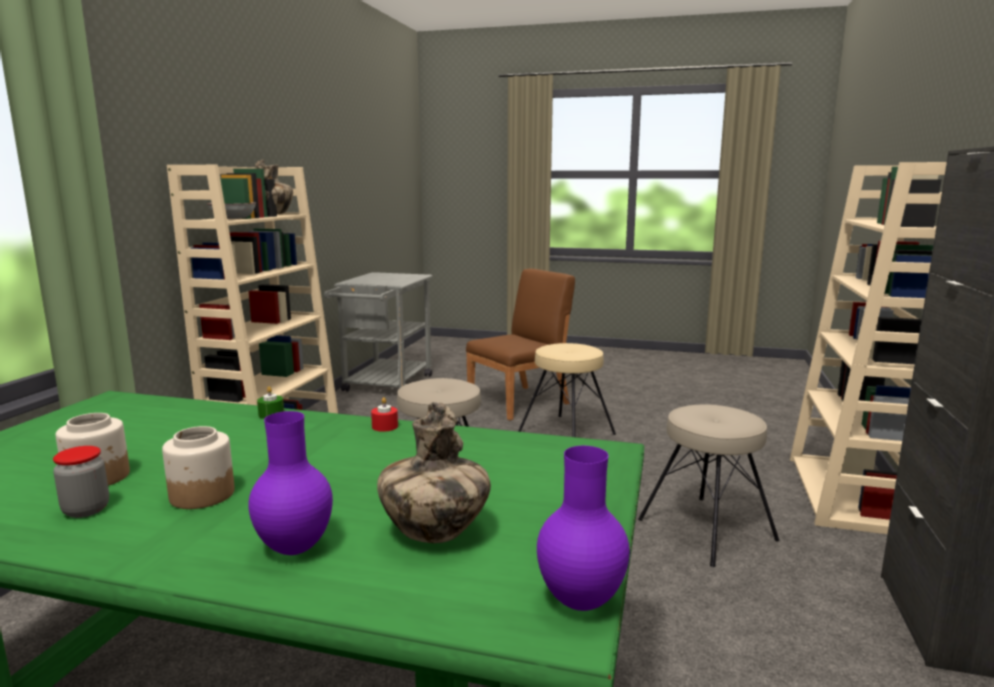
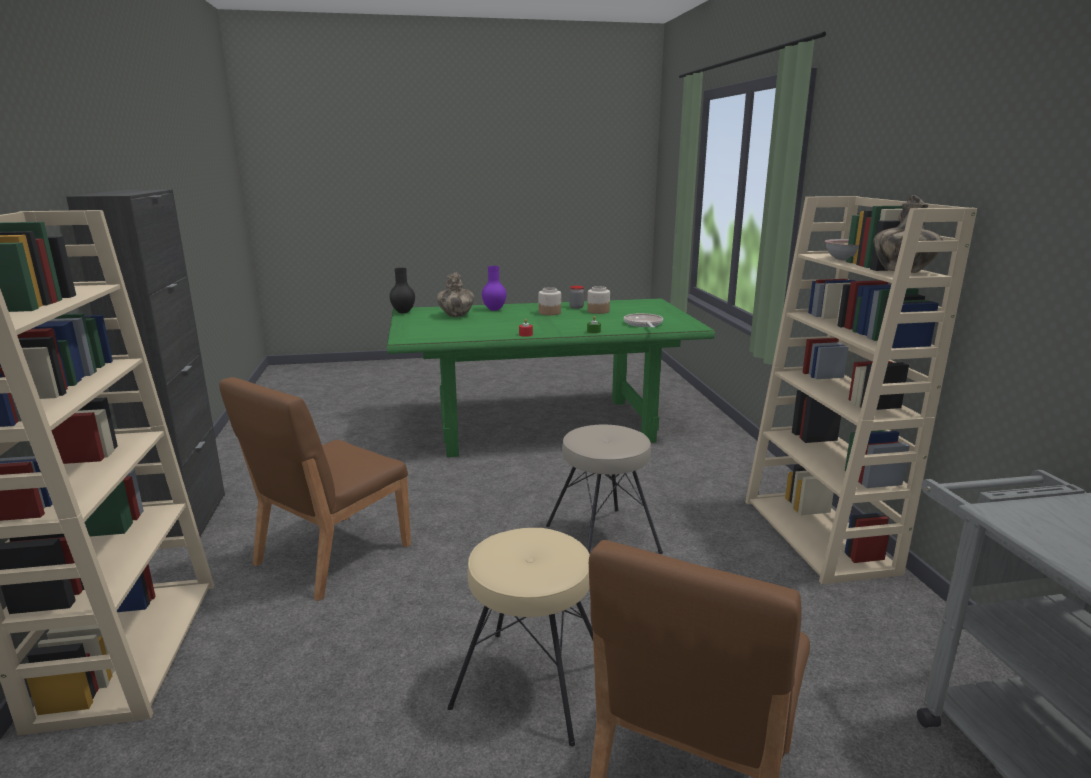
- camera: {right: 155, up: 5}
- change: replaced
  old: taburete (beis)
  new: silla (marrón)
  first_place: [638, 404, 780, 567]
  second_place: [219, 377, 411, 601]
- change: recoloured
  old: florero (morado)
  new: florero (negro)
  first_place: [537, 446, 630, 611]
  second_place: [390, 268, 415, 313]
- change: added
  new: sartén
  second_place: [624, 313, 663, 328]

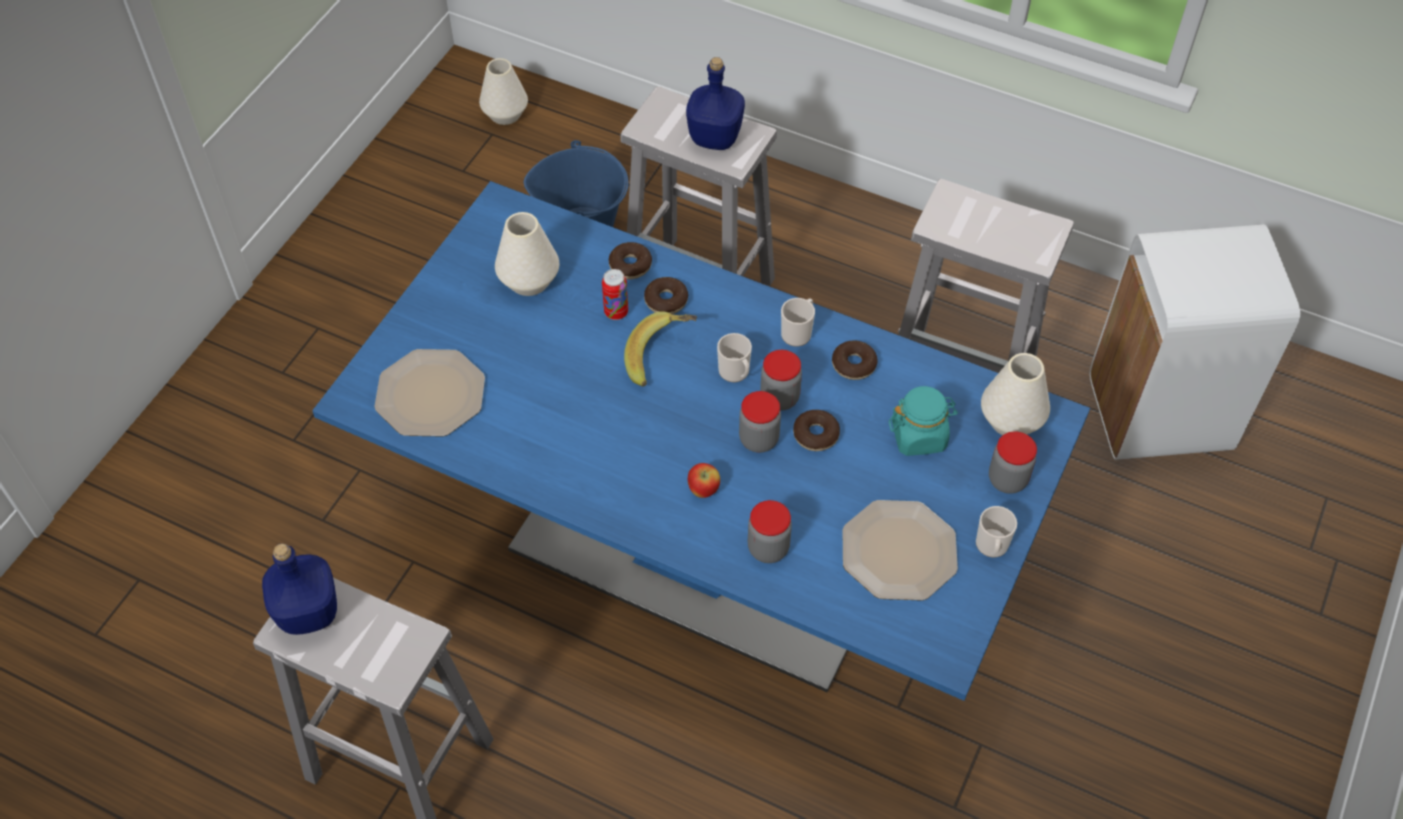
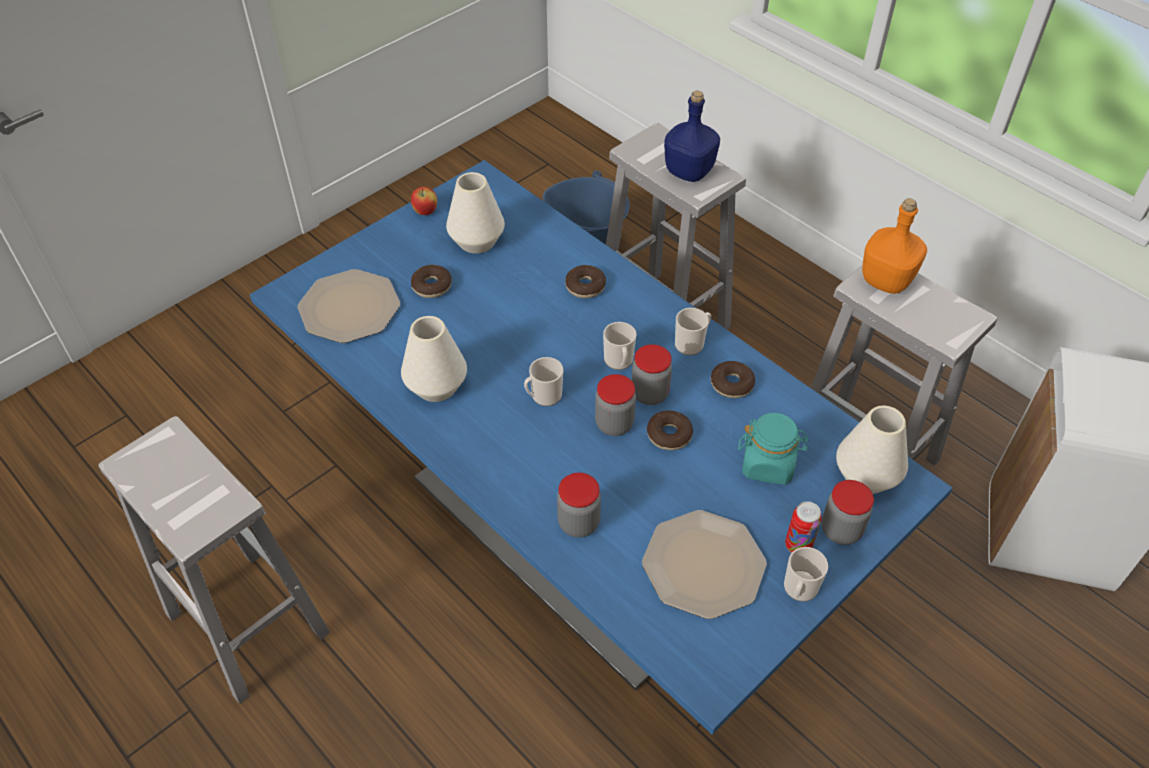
- camera: {right: 20, up: -5}
- change: moved
  old: florero (blanco)
  first_place: [479, 58, 528, 125]
  second_place: [401, 316, 467, 402]
- change: moved
  old: rosquilla
  first_place: [609, 242, 652, 279]
  second_place: [411, 265, 452, 298]
- change: moved
  old: lata
  first_place: [602, 269, 628, 320]
  second_place: [785, 501, 822, 553]
- change: removed
  old: plátano
  first_place: [624, 312, 697, 386]
- change: moved
  old: manzana
  first_place: [688, 463, 720, 498]
  second_place: [411, 187, 437, 215]
- change: removed
  old: botella (azul)
  first_place: [262, 543, 337, 635]
- change: added
  new: botella (naranja)
  second_place: [862, 198, 927, 294]
- change: added
  new: taza grande
  second_place: [524, 357, 563, 406]

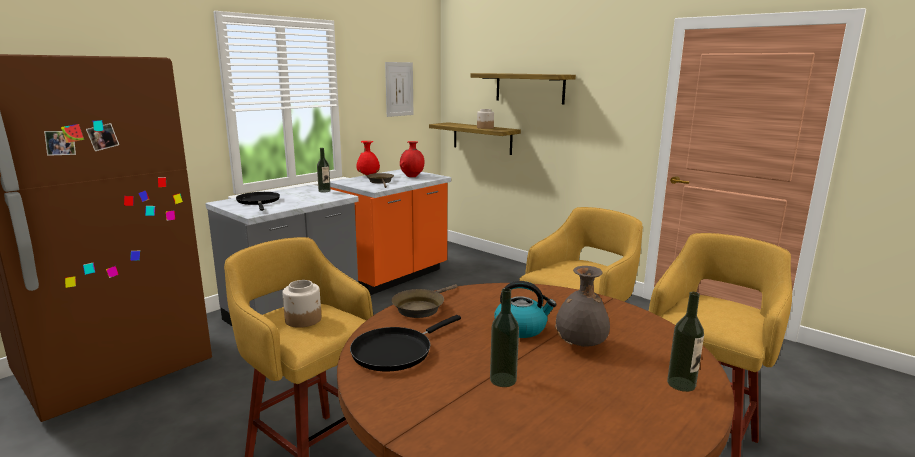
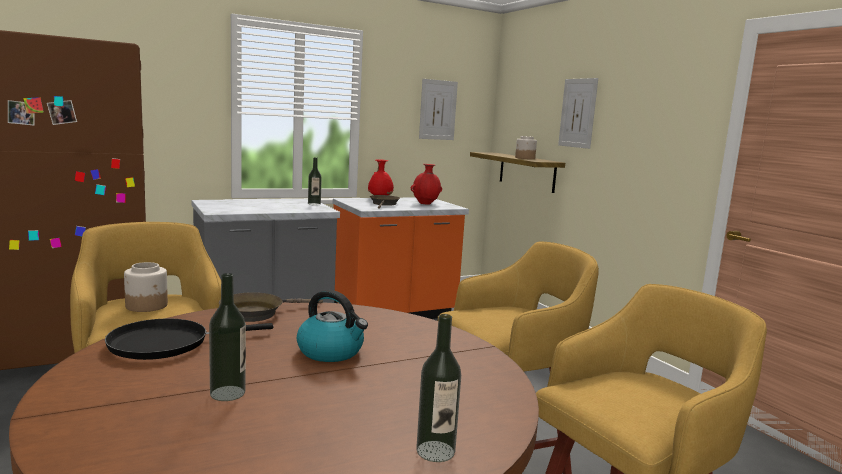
- camera: {right: 20, up: -5}
- change: replaced
  old: estante
  new: cuadro
  first_place: [471, 73, 576, 104]
  second_place: [558, 78, 598, 149]
- change: removed
  old: sartén (negro)
  first_place: [236, 192, 280, 211]
- change: removed
  old: florero (gris)
  first_place: [555, 266, 610, 347]

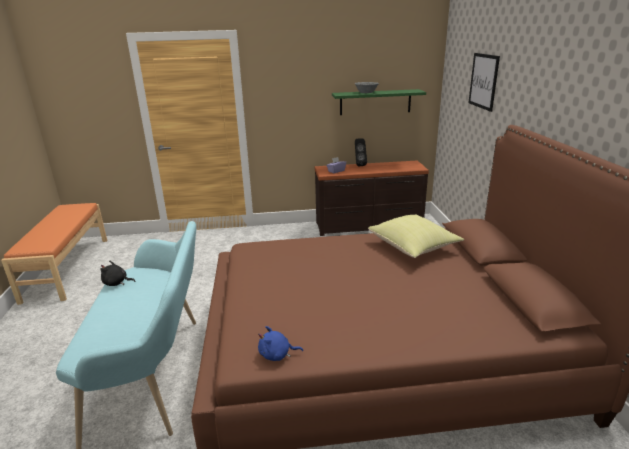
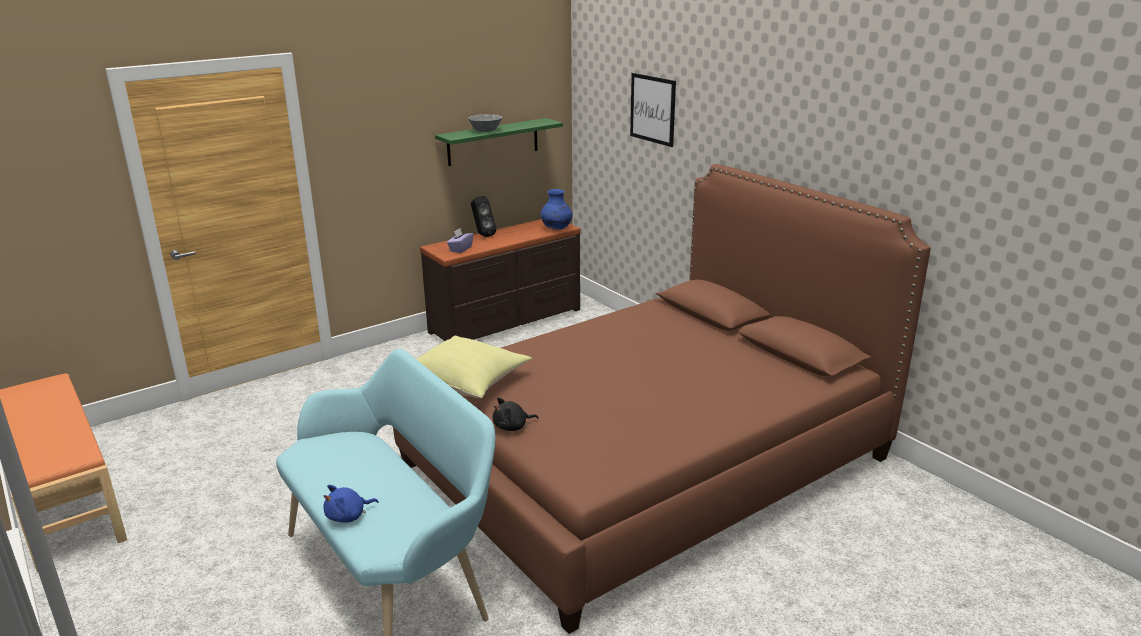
- camera: {right: -30, up: 0}
- change: moved
  old: cojín (amarillo)
  first_place: [368, 214, 464, 258]
  second_place: [416, 336, 532, 398]
- change: moved
  old: peluche (negro)
  first_place: [101, 260, 136, 286]
  second_place: [493, 398, 538, 431]
- change: moved
  old: peluche (azul)
  first_place: [258, 326, 303, 361]
  second_place: [323, 485, 379, 523]
- change: added
  new: florero (azul)
  second_place: [540, 189, 573, 230]

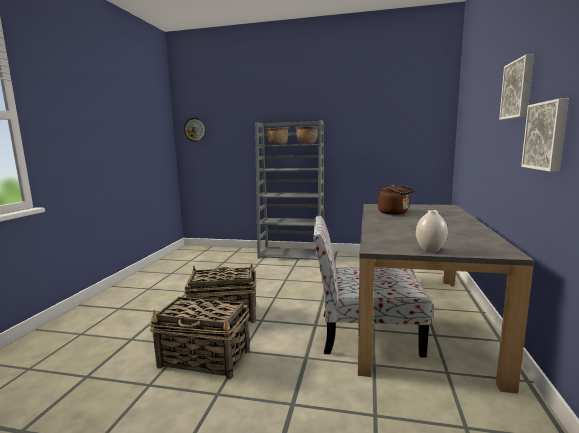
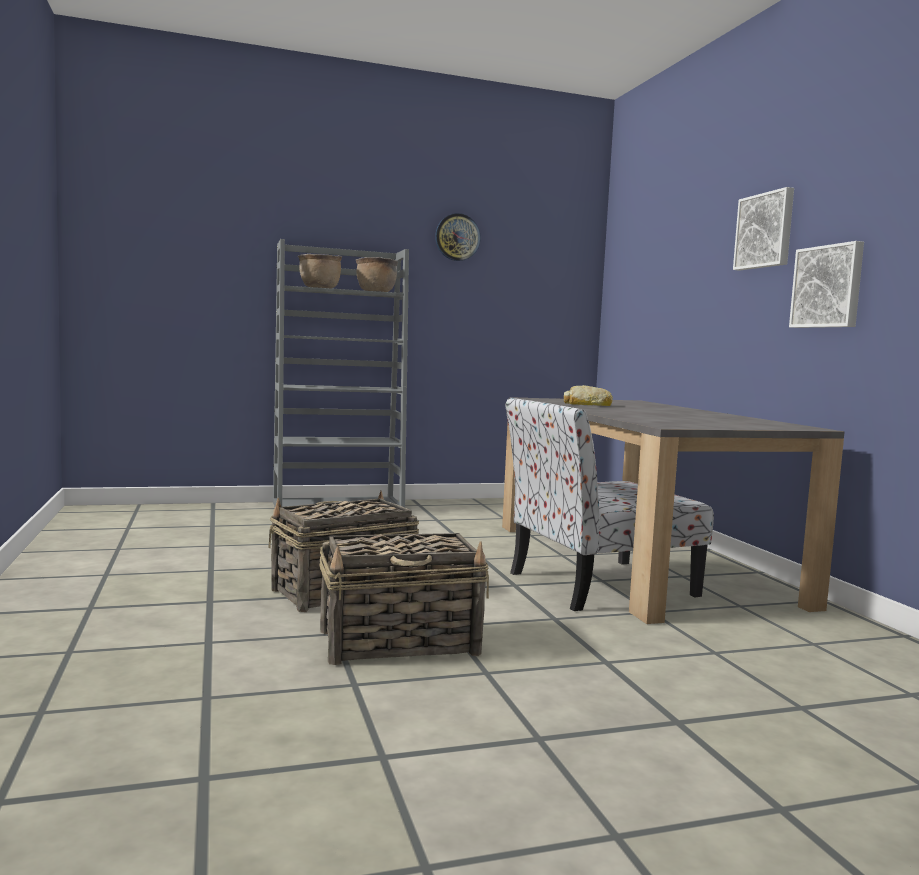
- camera: {right: -30, up: -5}
- change: moved
  old: reloj de pared
  first_place: [184, 118, 206, 142]
  second_place: [435, 213, 481, 261]
- change: replaced
  old: hervidor (marrón)
  new: pan
  first_place: [378, 185, 415, 215]
  second_place: [564, 385, 613, 406]
- change: removed
  old: florero (blanco)
  first_place: [416, 210, 448, 252]

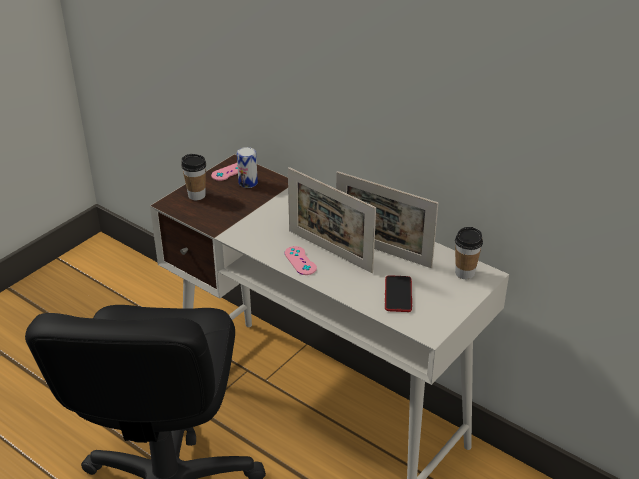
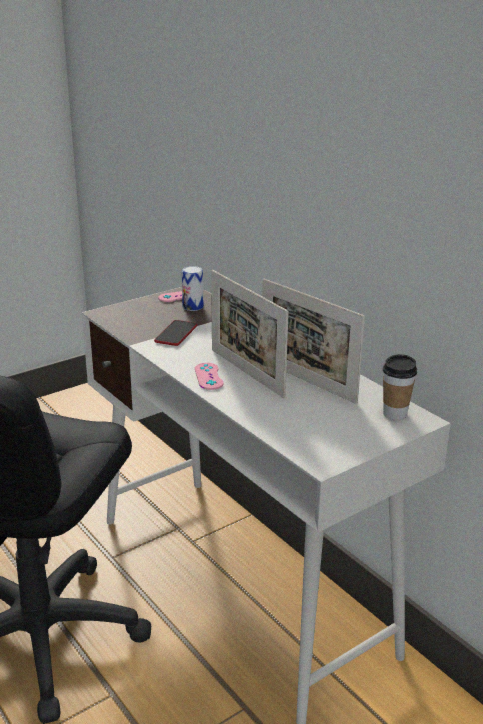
- camera: {right: 15, up: -10}
- change: removed
  old: taza
  first_place: [181, 154, 206, 200]
- change: moved
  old: móvil
  first_place: [385, 275, 412, 312]
  second_place: [154, 320, 197, 346]

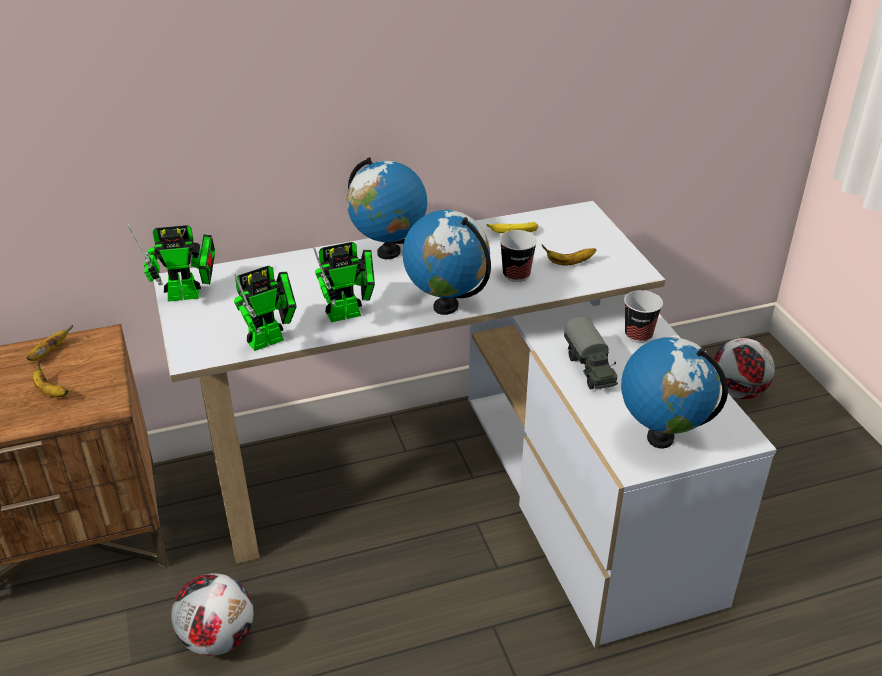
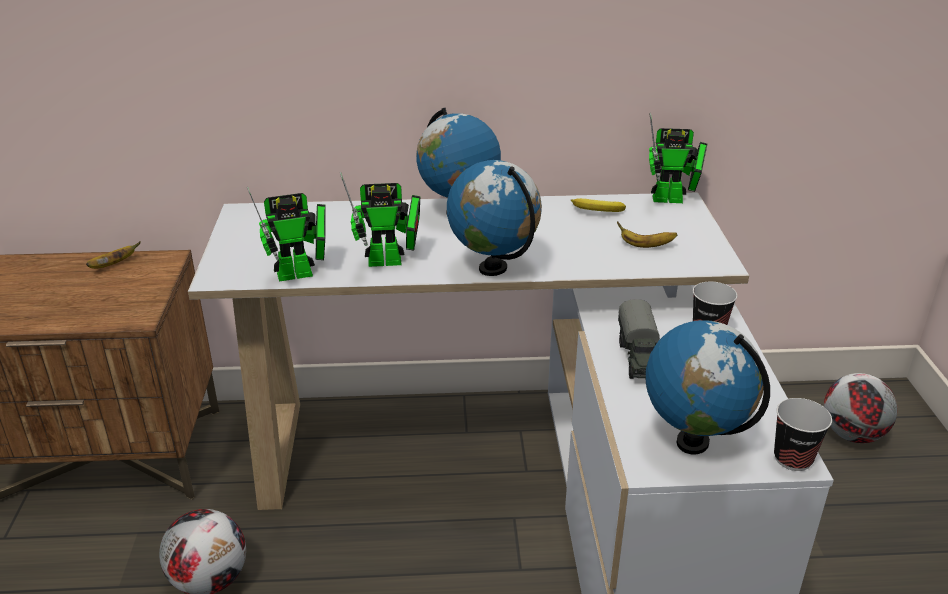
- camera: {right: 15, up: -5}
- change: moved
  old: robot de juguete
  first_place: [128, 223, 215, 301]
  second_place: [649, 113, 708, 203]
- change: moved
  old: taza
  first_place: [499, 230, 537, 282]
  second_place: [774, 398, 832, 471]
- change: removed
  old: plátano
  first_place: [33, 360, 69, 397]

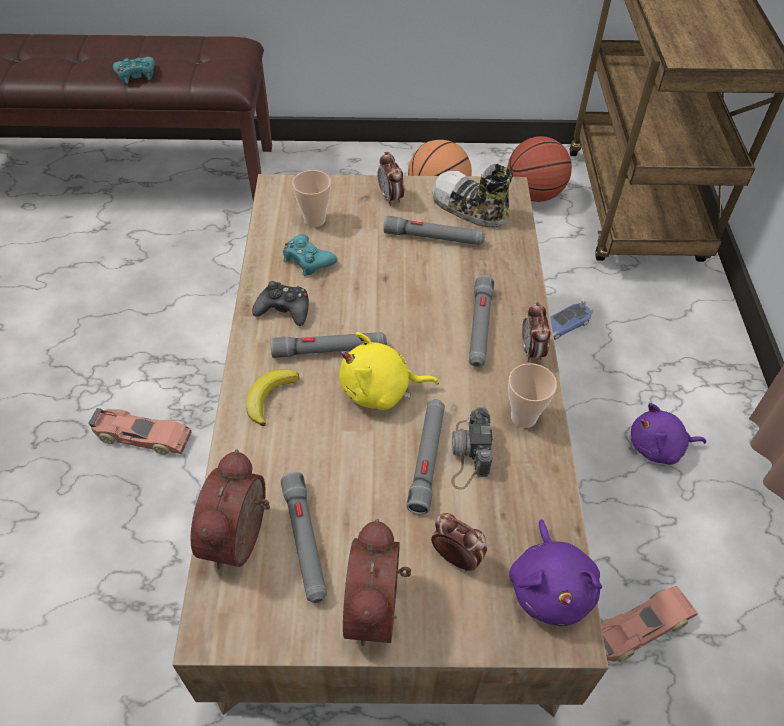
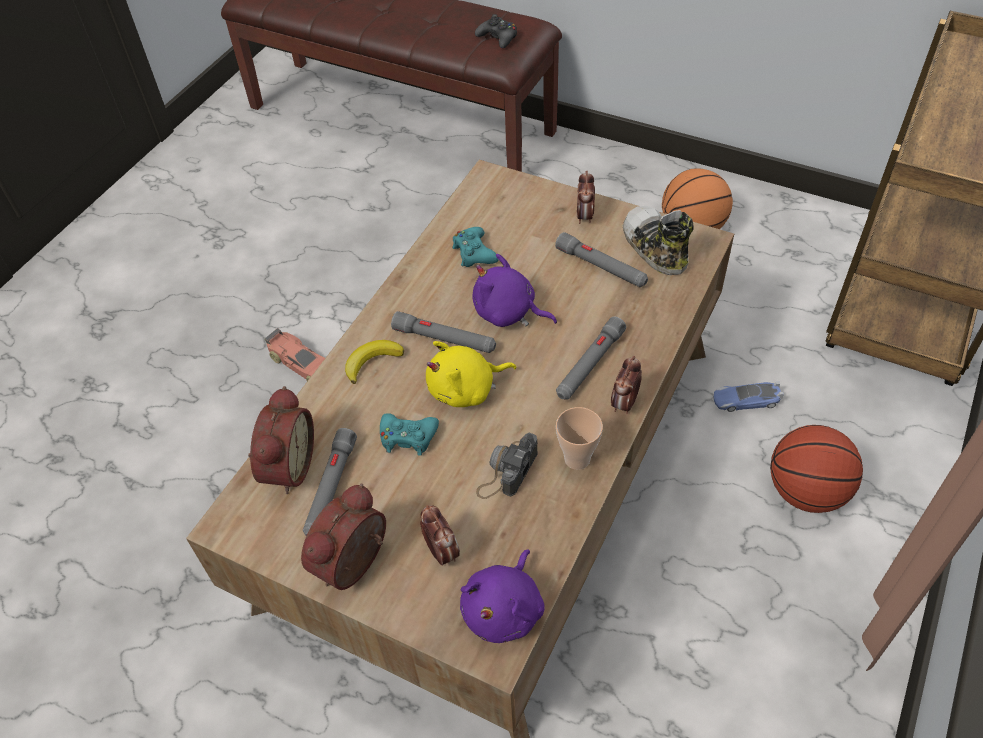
- camera: {right: 30, up: 0}
- change: moved
  old: mando de consola (turquesa)
  first_place: [113, 57, 155, 84]
  second_place: [380, 413, 439, 456]
- change: moved
  old: balón de baloncesto
  first_place: [507, 136, 572, 202]
  second_place: [770, 425, 863, 513]
- change: removed
  old: taza
  first_place: [292, 170, 331, 227]
- change: moved
  old: mando de consola (negro)
  first_place: [252, 281, 309, 326]
  second_place: [475, 14, 517, 48]
- change: turned
  old: peluche (amarillo)
  first_place: [339, 332, 439, 410]
  second_place: [426, 341, 517, 407]
  degrees: -45
- change: removed
  old: linterna (gris)
  first_place: [406, 399, 445, 514]
- change: moved
  old: peluche (morado)
  first_place: [631, 403, 706, 465]
  second_place: [473, 254, 557, 327]
- change: turned
  old: despertador
  first_place: [191, 449, 270, 569]
  second_place: [248, 386, 314, 494]
  degrees: 150
- change: removed
  old: coche de juguete
  first_place: [601, 586, 698, 662]

